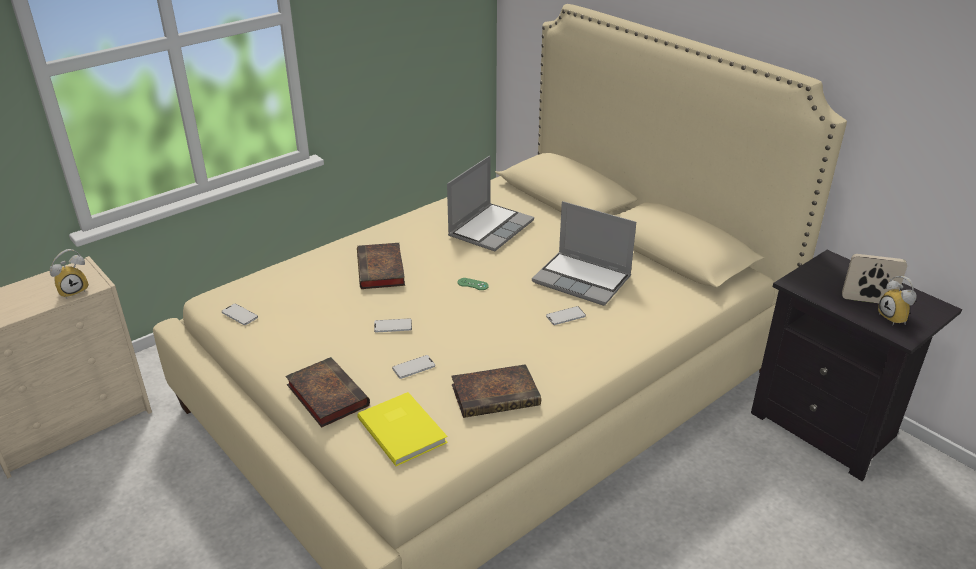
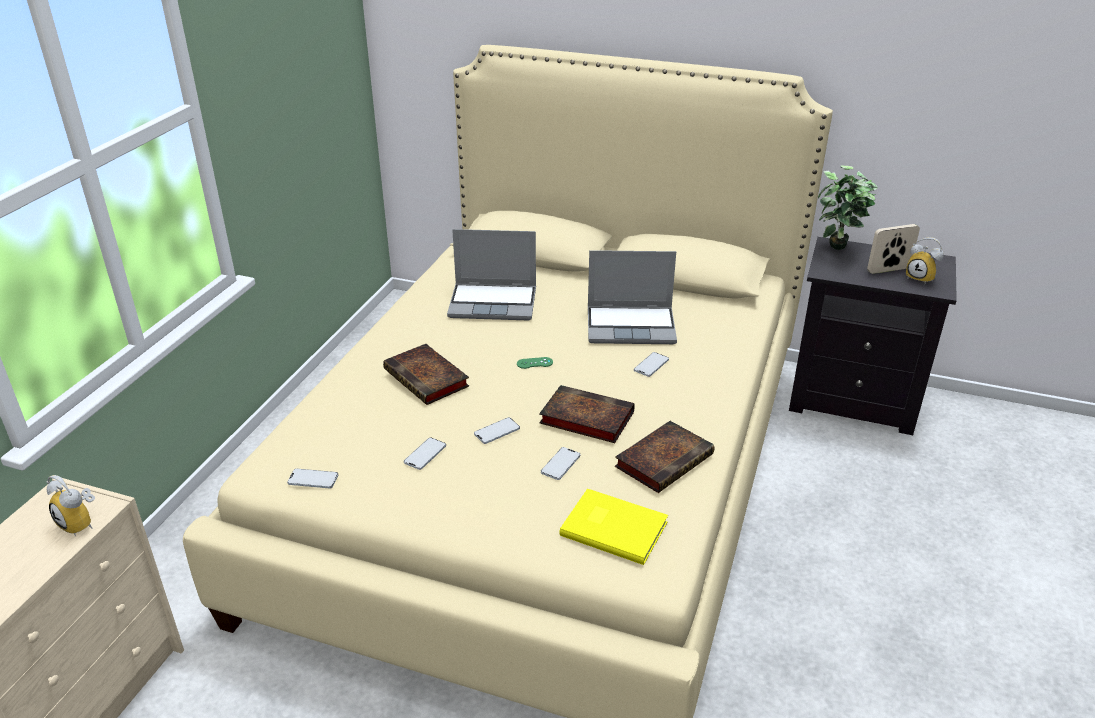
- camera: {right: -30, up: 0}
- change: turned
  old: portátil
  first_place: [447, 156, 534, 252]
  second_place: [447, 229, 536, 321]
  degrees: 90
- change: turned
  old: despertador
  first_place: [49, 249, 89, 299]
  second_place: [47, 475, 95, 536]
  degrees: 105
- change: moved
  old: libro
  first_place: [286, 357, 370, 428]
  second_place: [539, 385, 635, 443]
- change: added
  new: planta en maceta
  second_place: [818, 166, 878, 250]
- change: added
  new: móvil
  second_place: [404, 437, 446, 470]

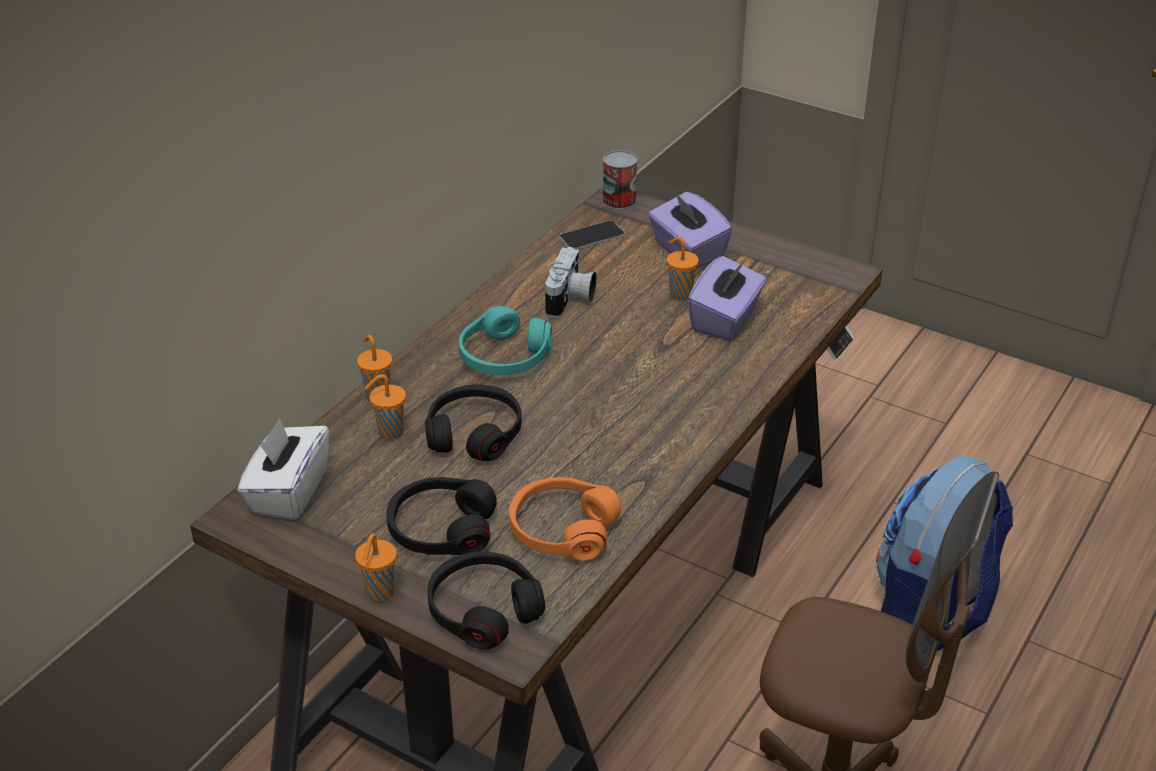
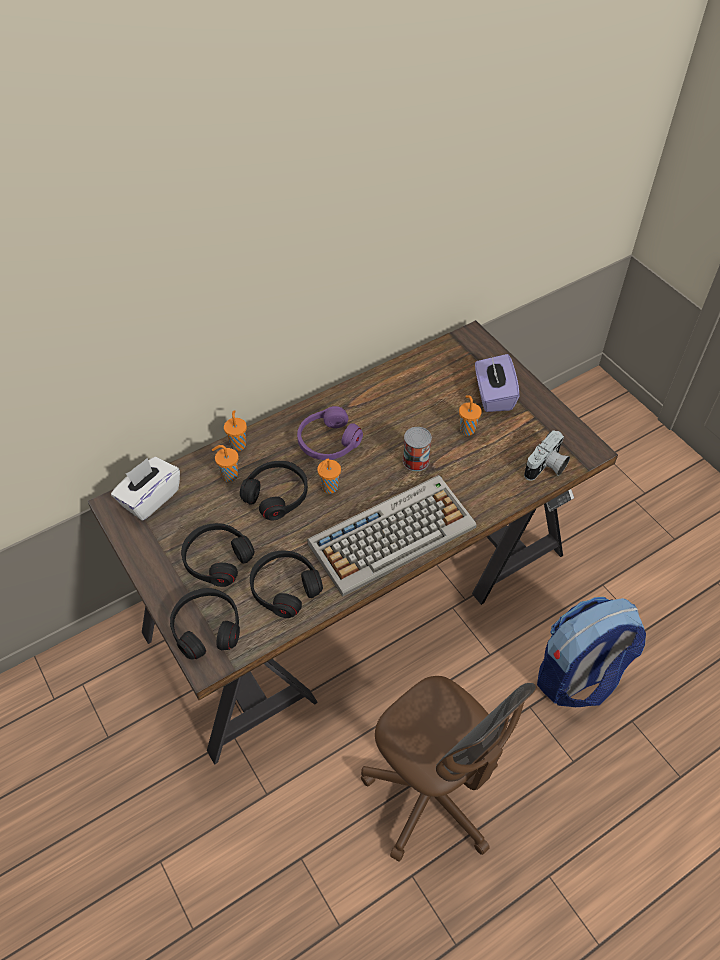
- camera: {right: 25, up: 15}
- change: moved
  old: lata
  first_place: [602, 150, 638, 209]
  second_place: [403, 427, 432, 471]
- change: removed
  old: móvil
  first_place: [560, 221, 625, 250]
- change: moved
  old: cámara
  first_place: [545, 247, 597, 318]
  second_place: [524, 430, 570, 481]
- change: removed
  old: caja de pañuelos (morado)
  first_place: [687, 256, 766, 341]
- change: recoloured
  old: auriculares (turquesa)
  new: auriculares (morado)
  first_place: [459, 306, 552, 375]
  second_place: [297, 406, 363, 460]
- change: recoloured
  old: auriculares (naranja)
  new: auriculares (negro)
  first_place: [509, 477, 621, 561]
  second_place: [250, 551, 323, 618]
- change: moved
  old: taza (naranja)
  first_place: [355, 533, 397, 602]
  second_place: [317, 459, 341, 494]
- change: added
  new: teclado
  second_place: [307, 475, 477, 596]

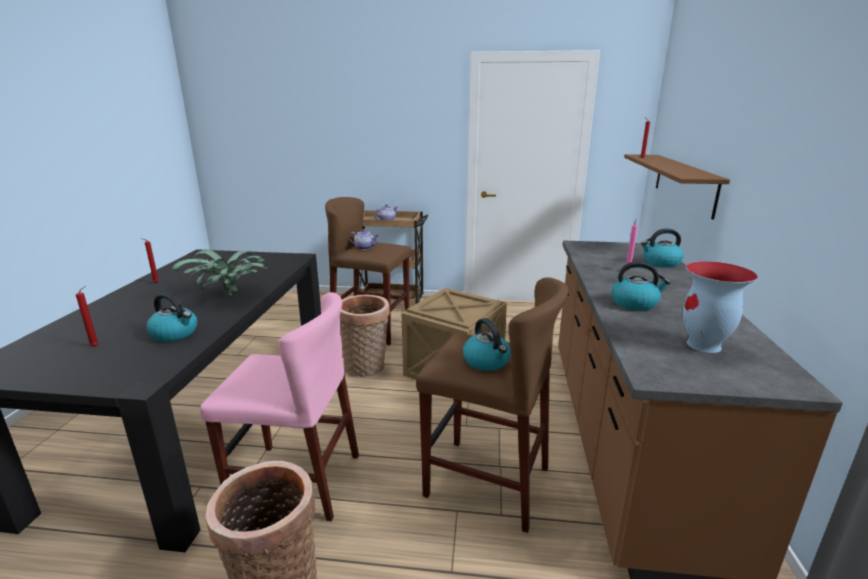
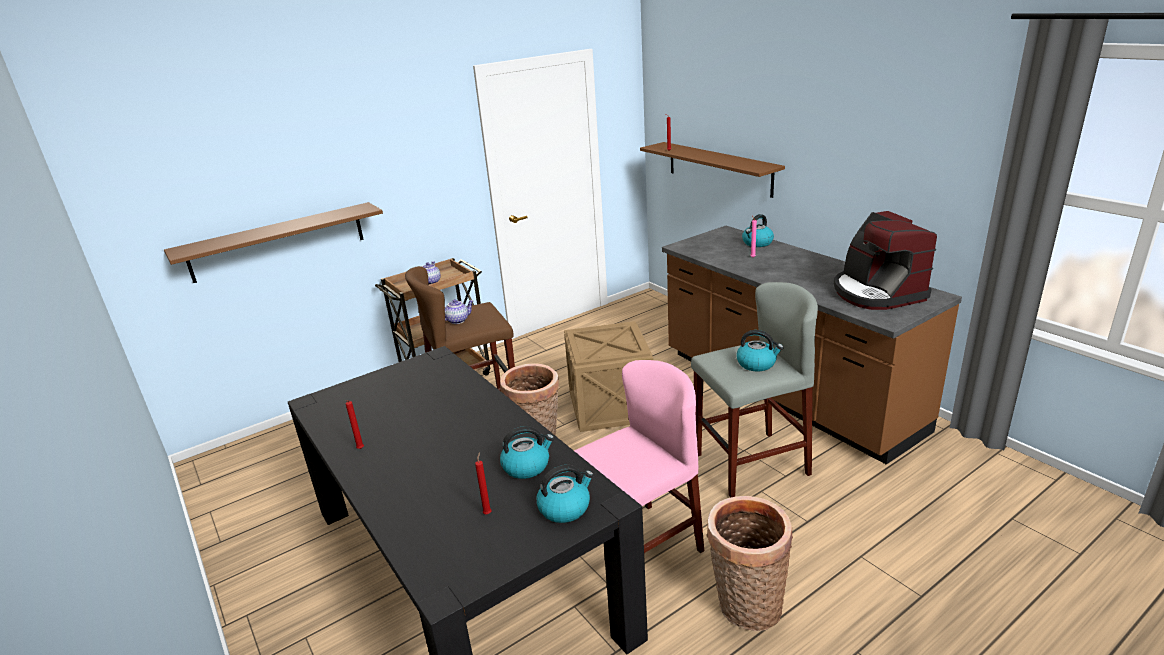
- camera: {right: -40, up: 5}
- change: removed
  old: planta en maceta
  first_place: [172, 249, 270, 296]
- change: moved
  old: hervidor
  first_place: [611, 261, 671, 311]
  second_place: [536, 465, 594, 523]
- change: replaced
  old: florero
  new: cafetera
  first_place: [683, 261, 758, 353]
  second_place: [834, 211, 937, 310]
- change: recoloured
  old: taburete (marrón)
  new: taburete (gris)
  first_place: [416, 277, 568, 533]
  second_place: [691, 282, 818, 498]
- change: added
  new: estante (marrón)
  second_place: [164, 202, 383, 283]

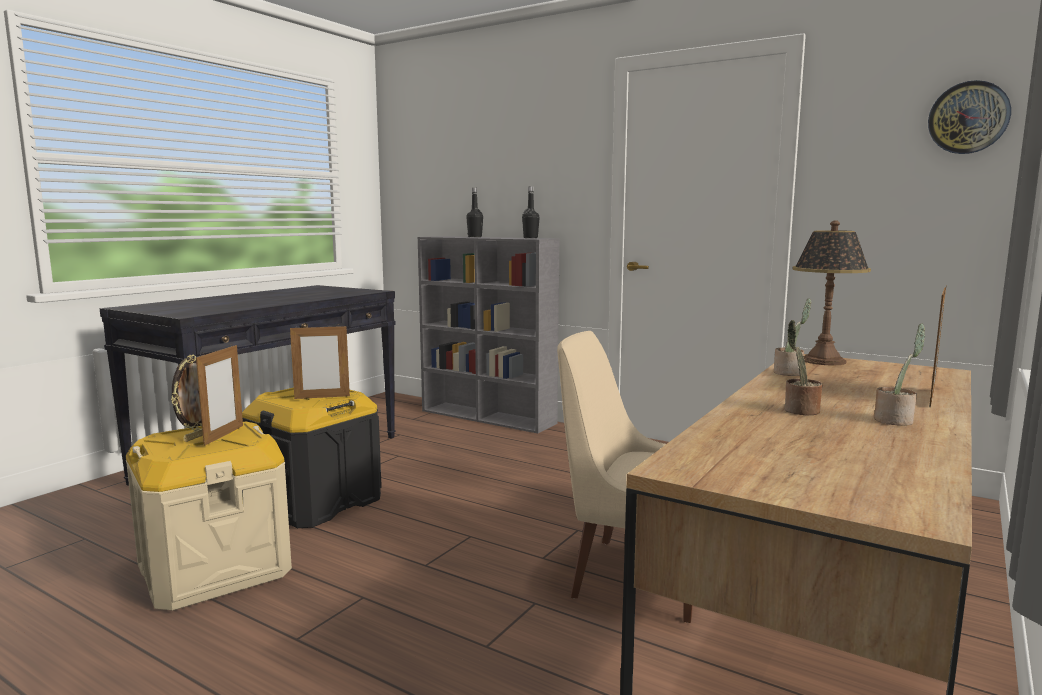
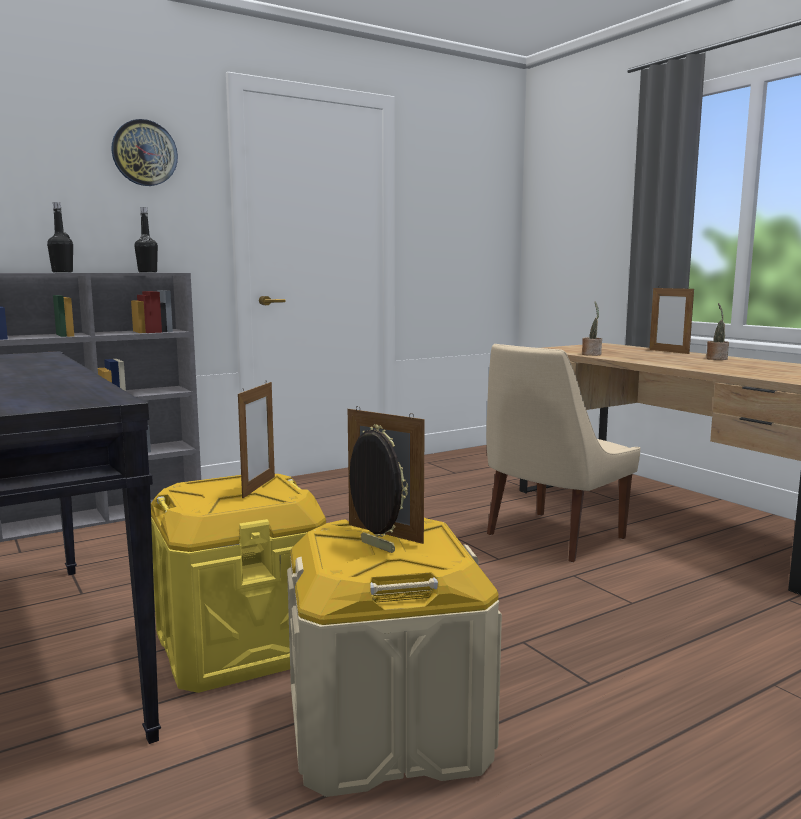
- camera: {right: -65, up: 0}
- change: moved
  old: reloj de pared
  first_place: [928, 80, 1011, 154]
  second_place: [111, 119, 178, 186]
- change: removed
  old: lámpara de mesa
  first_place: [793, 220, 871, 366]
- change: removed
  old: planta en maceta
  first_place: [785, 320, 822, 416]
- change: recoloured
  old: caja de almacenaje (negro)
  new: caja de almacenaje (amarillo)
  first_place: [242, 388, 382, 528]
  second_place: [151, 474, 326, 693]

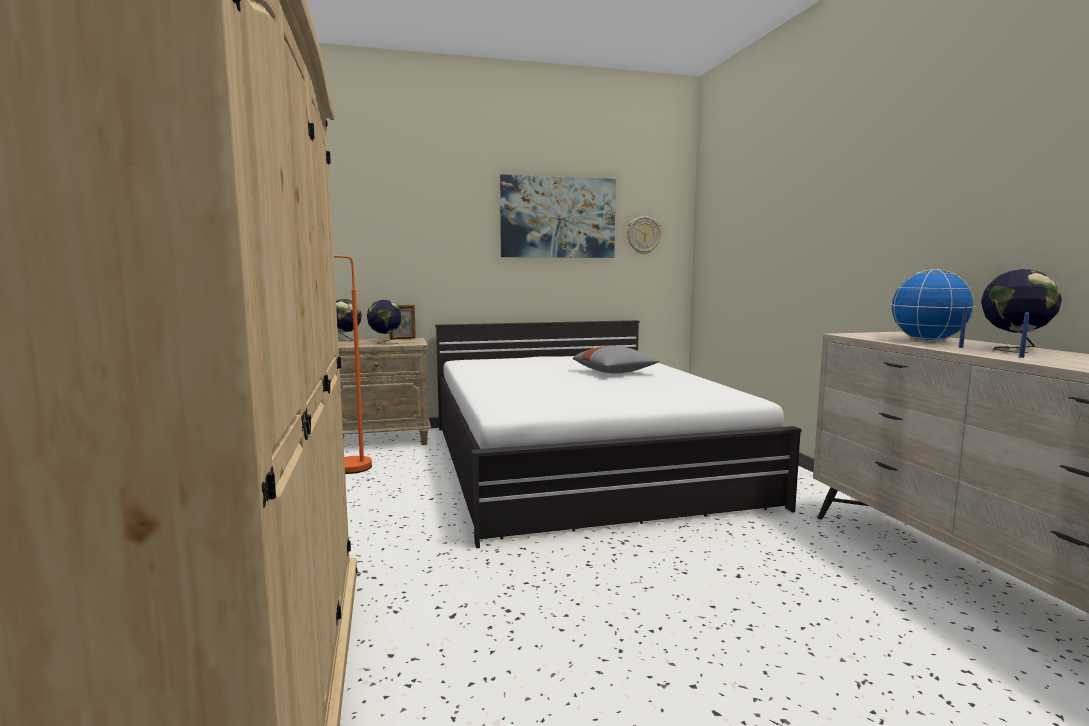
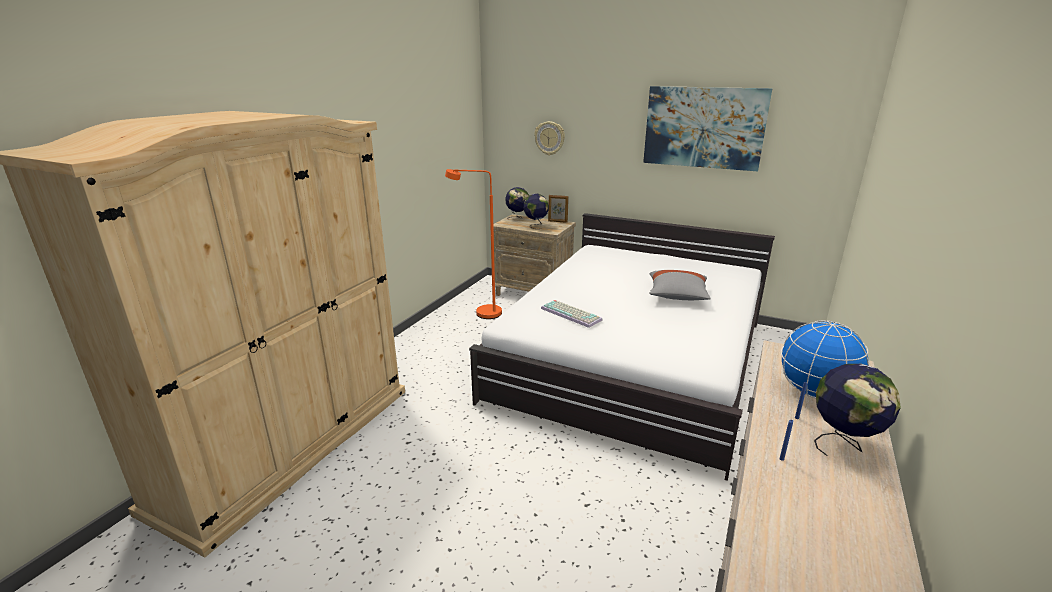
- camera: {right: 40, up: 15}
- change: moved
  old: reloj de pared
  first_place: [627, 216, 661, 254]
  second_place: [534, 121, 565, 155]
- change: added
  new: teclado
  second_place: [541, 300, 603, 328]

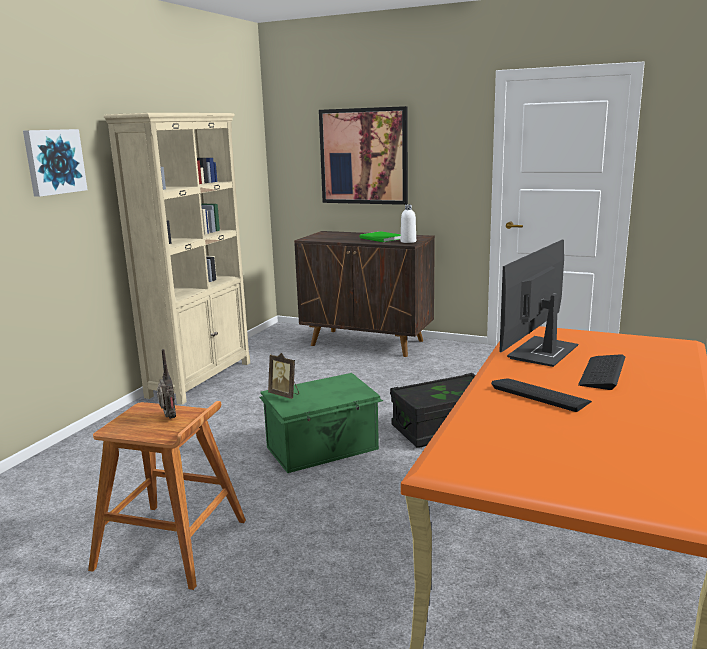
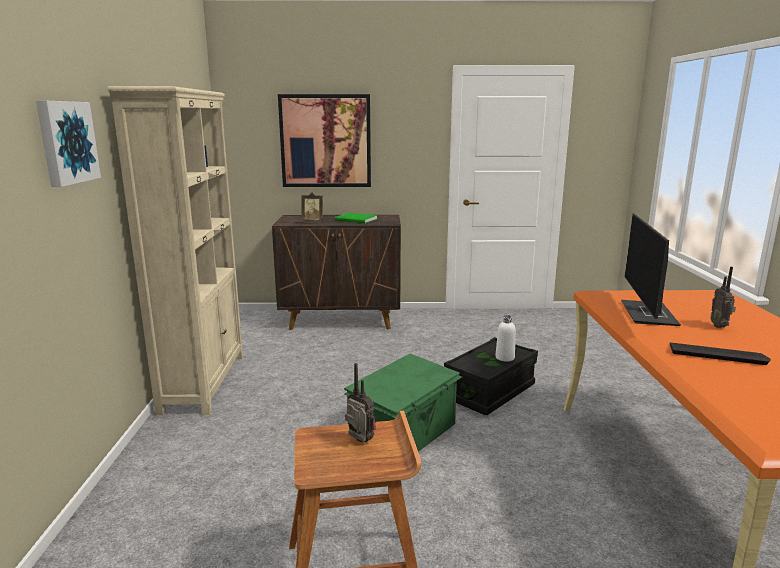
- camera: {right: -25, up: 0}
- change: moved
  old: botella (blanco)
  first_place: [401, 205, 416, 243]
  second_place: [495, 315, 516, 361]
- change: moved
  old: portarretratos
  first_place: [268, 353, 299, 399]
  second_place: [301, 192, 323, 223]
- change: replaced
  old: teclado
  new: radio
  first_place: [578, 354, 625, 390]
  second_place: [711, 267, 736, 328]

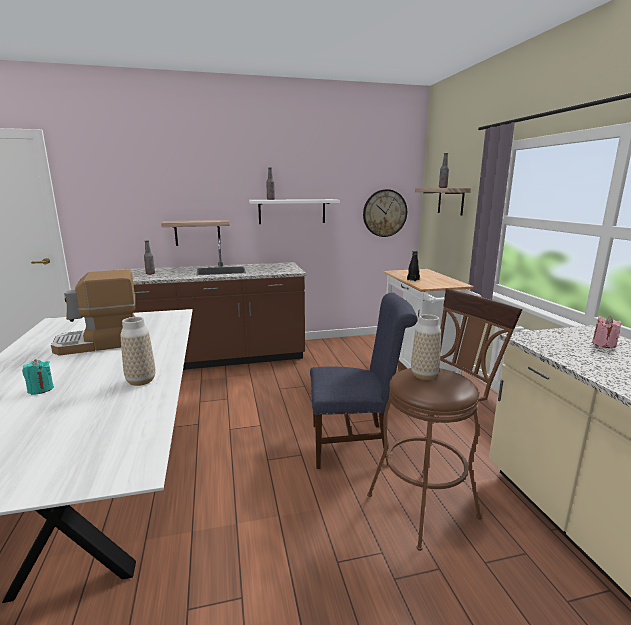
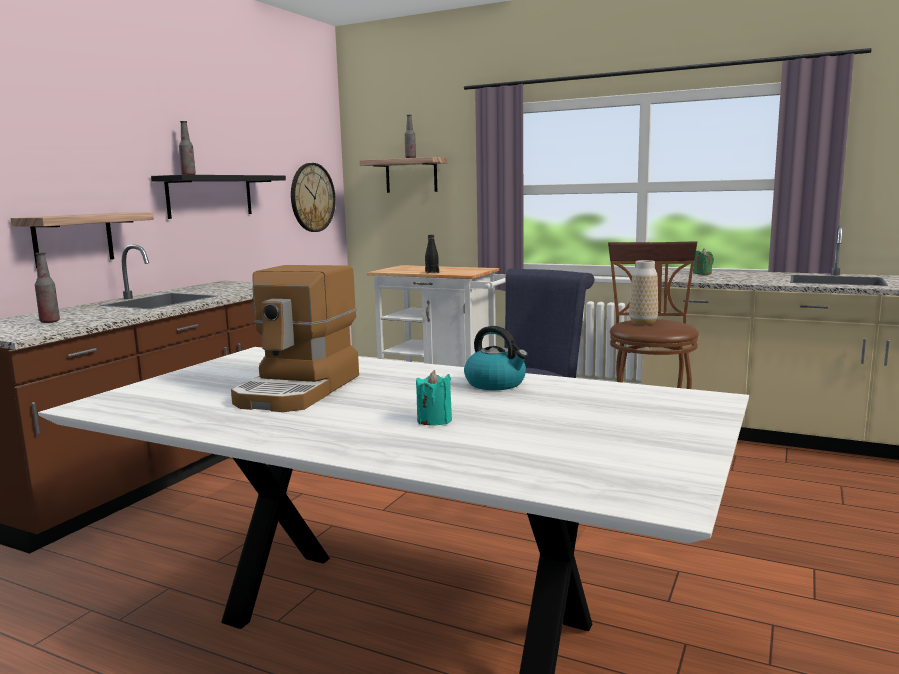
- camera: {right: -50, up: -5}
- change: recoloured
  old: estante (blanco)
  new: estante (negro)
  first_place: [249, 199, 340, 224]
  second_place: [151, 175, 286, 219]
- change: recoloured
  old: vela (rosa)
  new: vela (verde)
  first_place: [592, 316, 621, 348]
  second_place: [693, 249, 714, 275]
- change: replaced
  old: florero
  new: hervidor
  first_place: [121, 317, 155, 386]
  second_place: [464, 326, 528, 390]

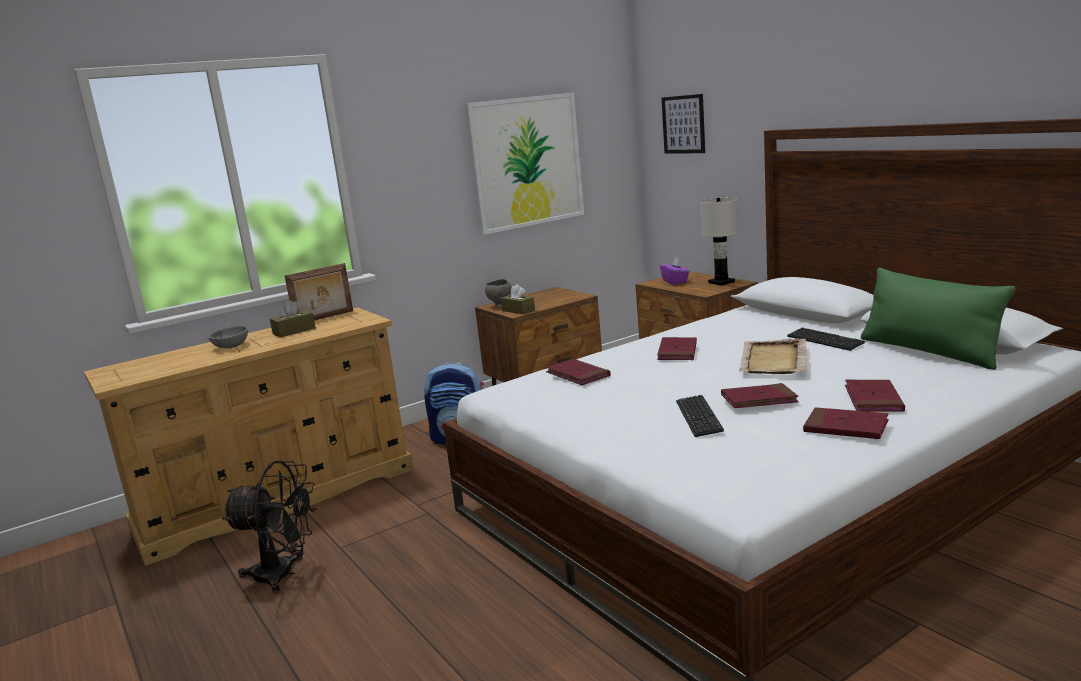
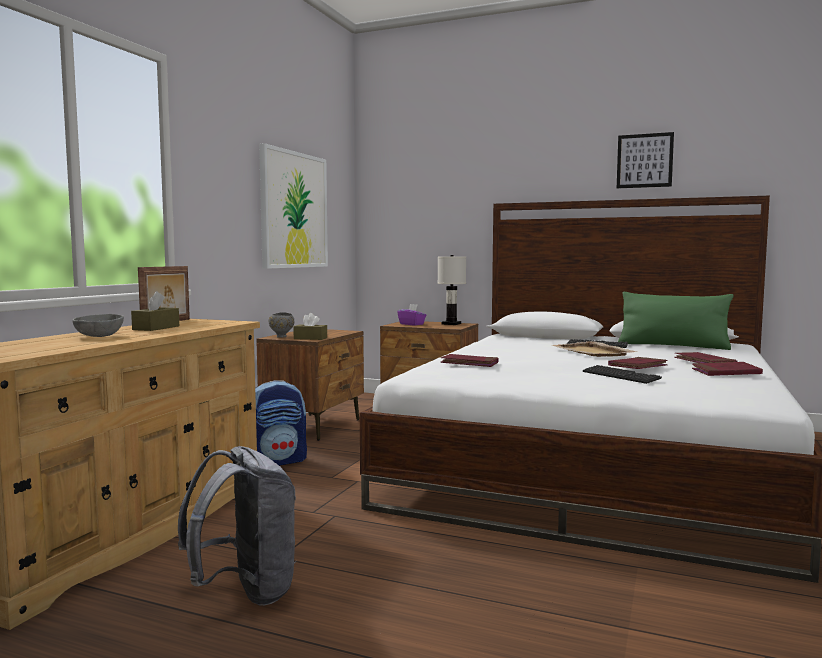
- camera: {right: -35, up: -10}
- change: moved
  old: cuadro
  first_place: [661, 94, 705, 154]
  second_place: [617, 132, 674, 188]
- change: removed
  old: libro (rojo)
  first_place: [657, 337, 697, 360]
- change: replaced
  old: ventilador (negro)
  new: mochila (gris)
  first_place: [222, 461, 317, 593]
  second_place: [178, 446, 297, 606]

